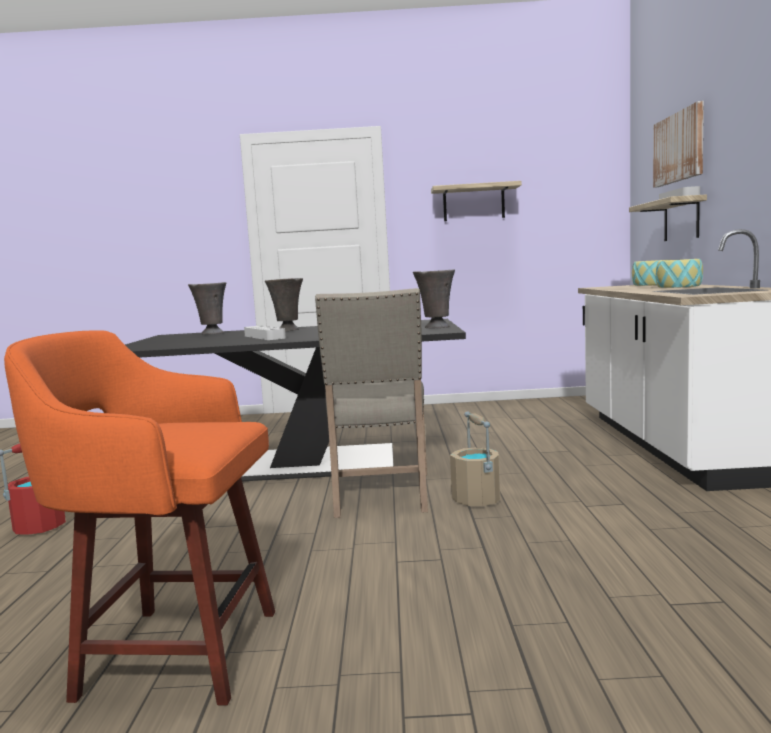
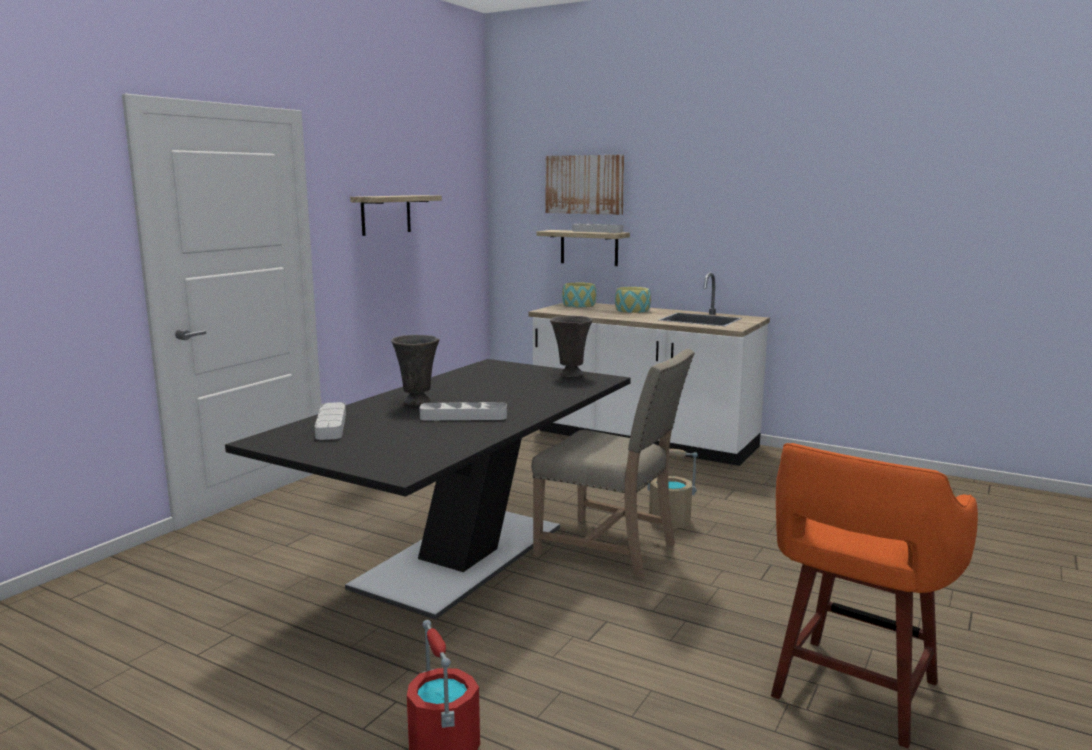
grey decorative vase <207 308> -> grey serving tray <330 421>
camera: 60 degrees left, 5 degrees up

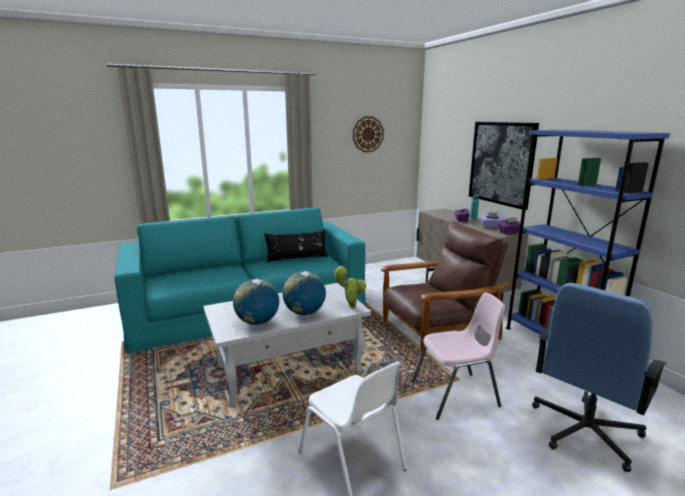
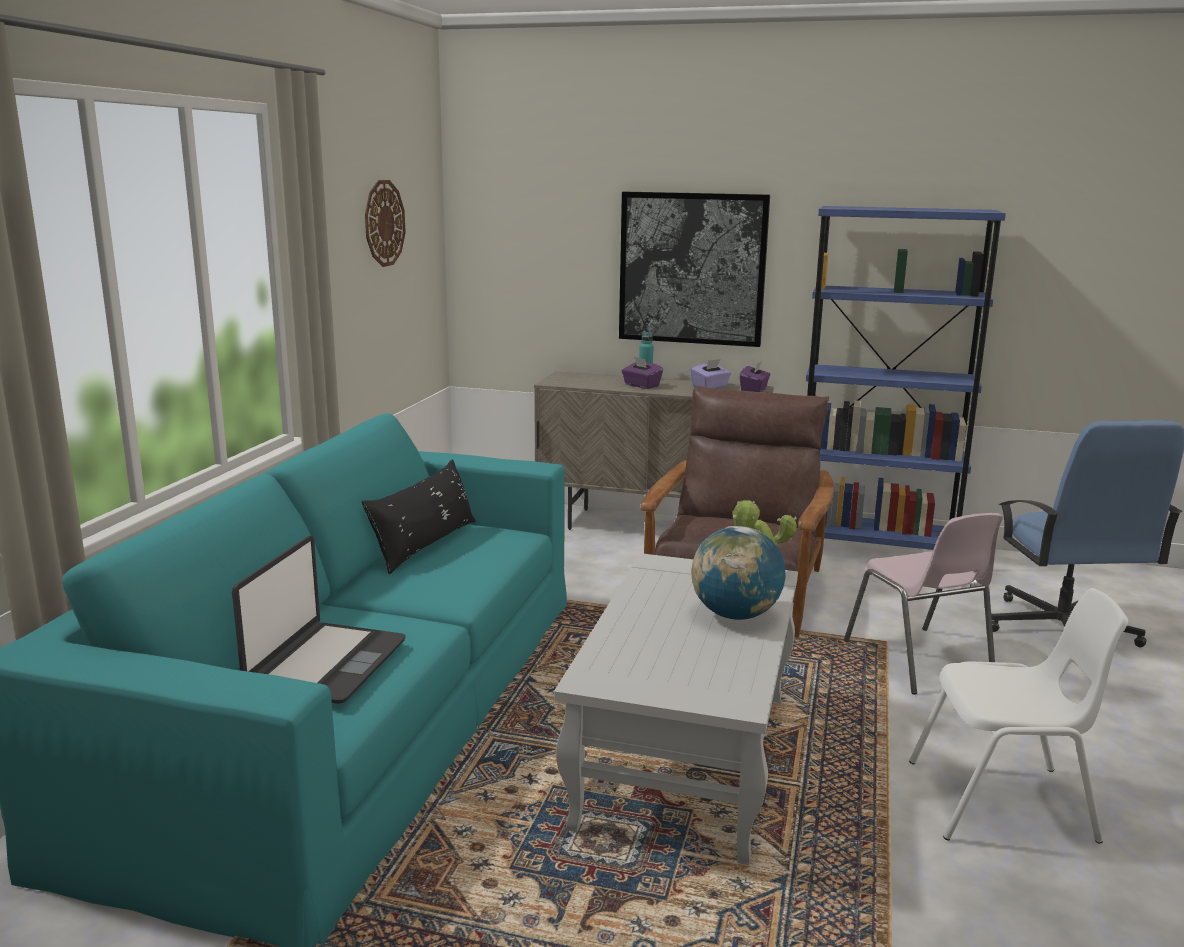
none -> portable computer <319 620>
pinkish upright chair <459 356> -> pinkish upright chair <923 603>, 135 degrees clockwise
globe <256 301> -> none
camera: 50 degrees left, 0 degrees up

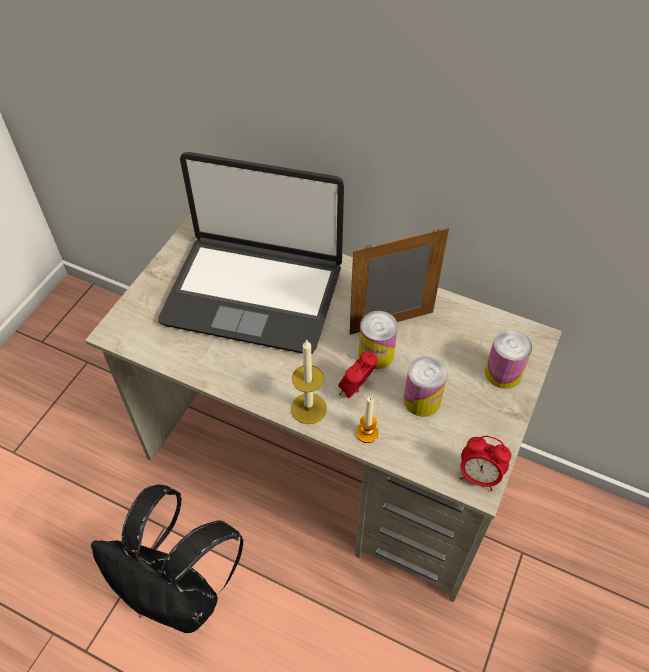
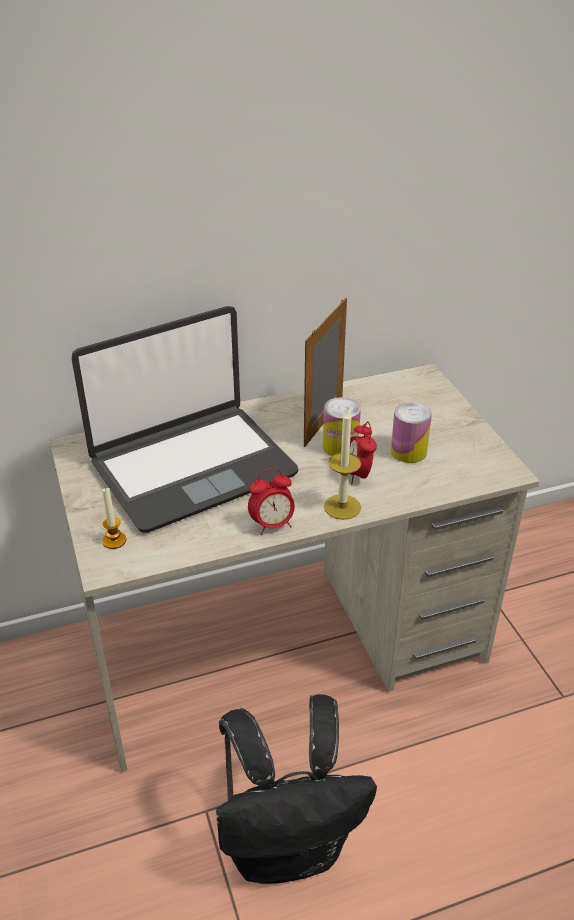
wax light <367 420> -> wax light <114 518>, relocated
alarm clock <485 463> -> alarm clock <271 501>, relocated
sealed can <508 359> -> none
camera: 45 degrees left, 15 degrees down

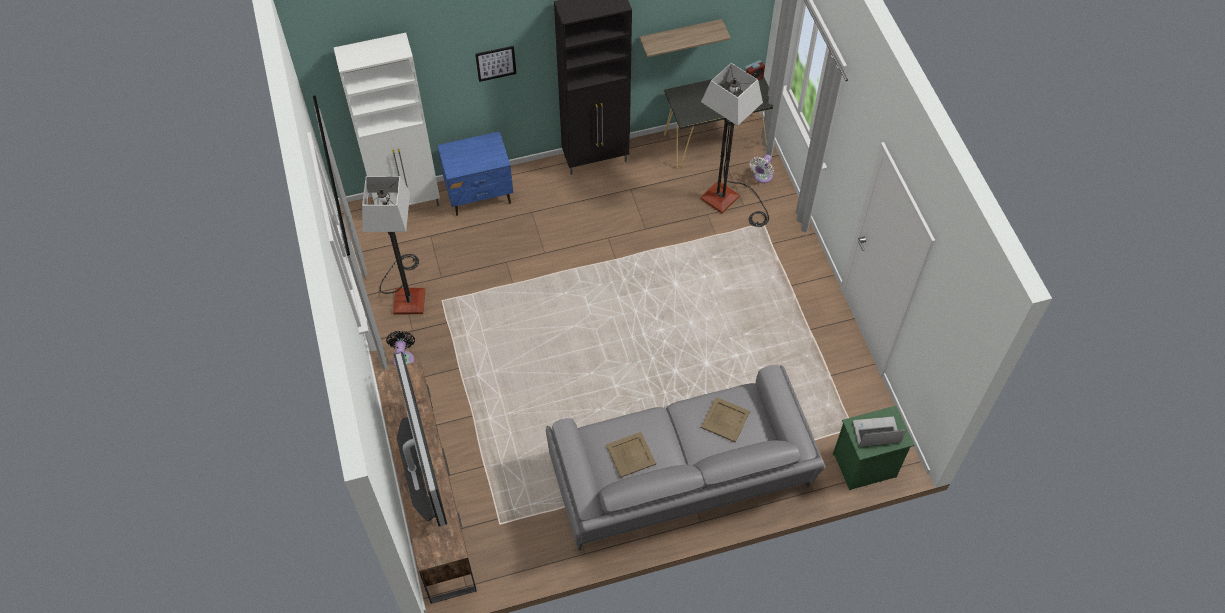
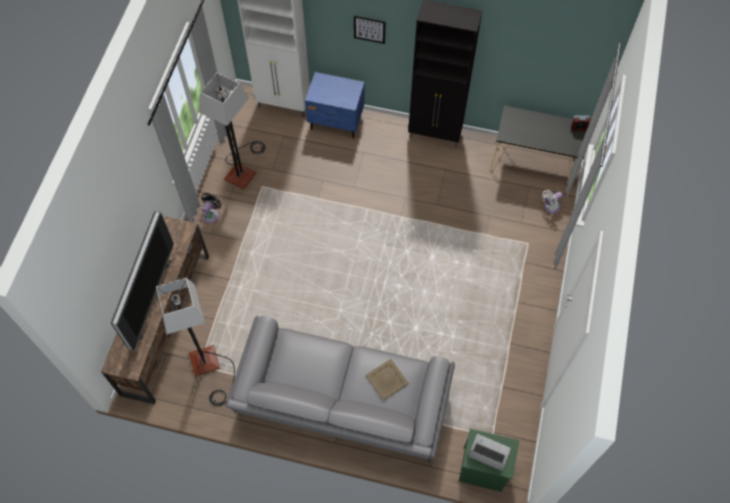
floor lamp <735 145> -> floor lamp <195 342>, relocated
beige-coloured serving tray <631 455> -> none
bracket shelf <685 38> -> none
camera: 30 degrees right, 5 degrees up

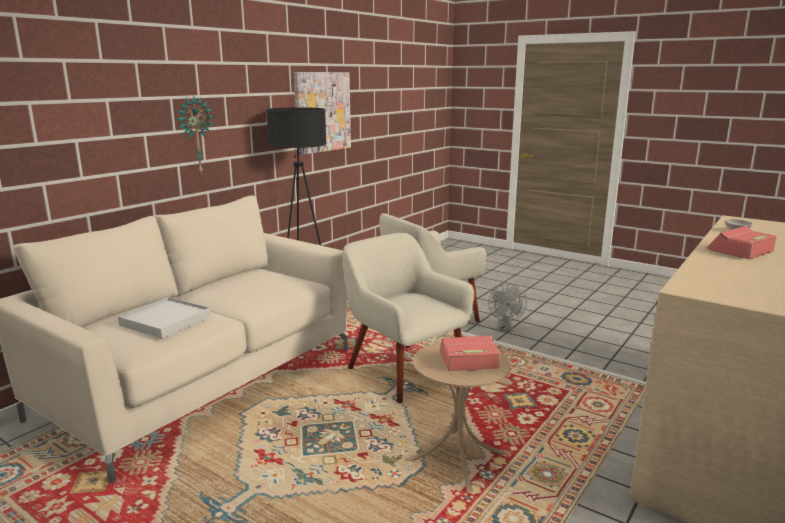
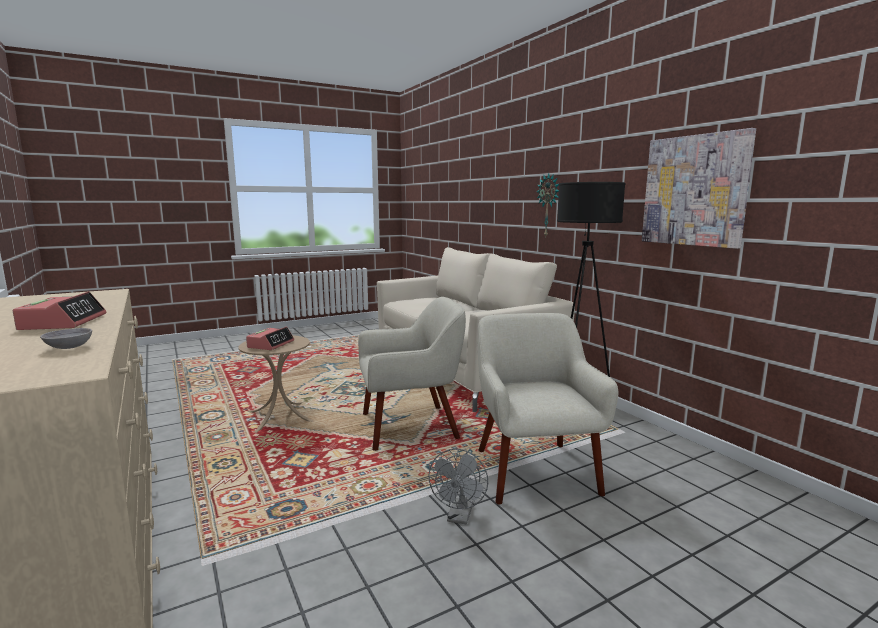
grey electric fan <507 307> -> grey electric fan <458 486>, 105 degrees counterclockwise
whitish serving tray <164 317> -> none
camera: 115 degrees right, 5 degrees down

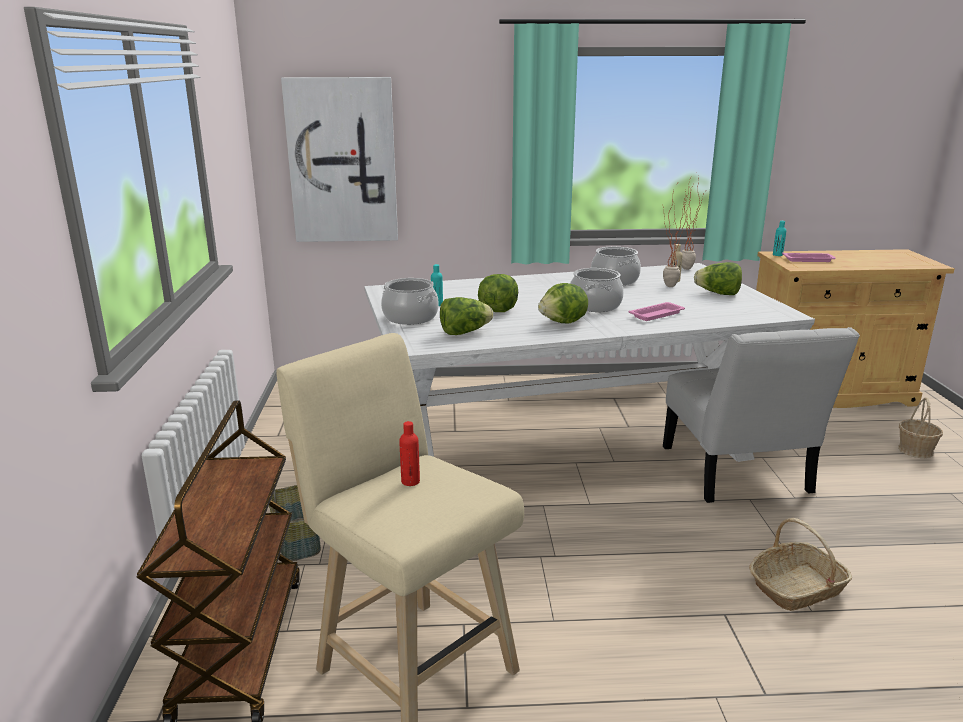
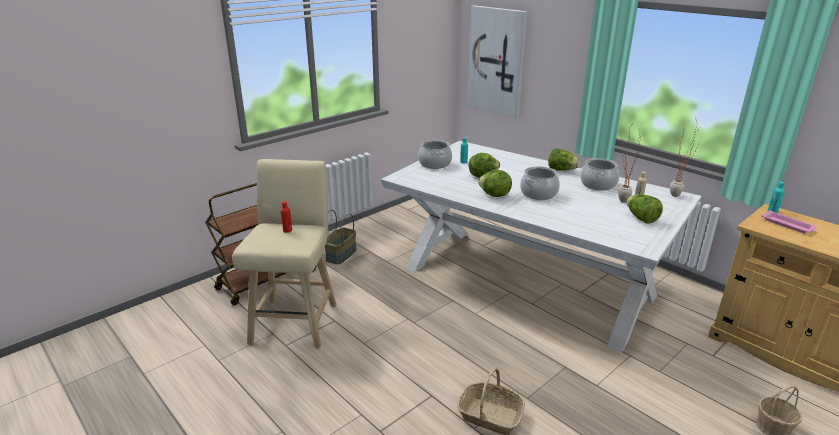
lettuce head <466 316> -> lettuce head <564 159>, relocated
pinkish serving tray <657 311> -> none
whitish upright chair <761 415> -> none
camera: 50 degrees right, 5 degrees up

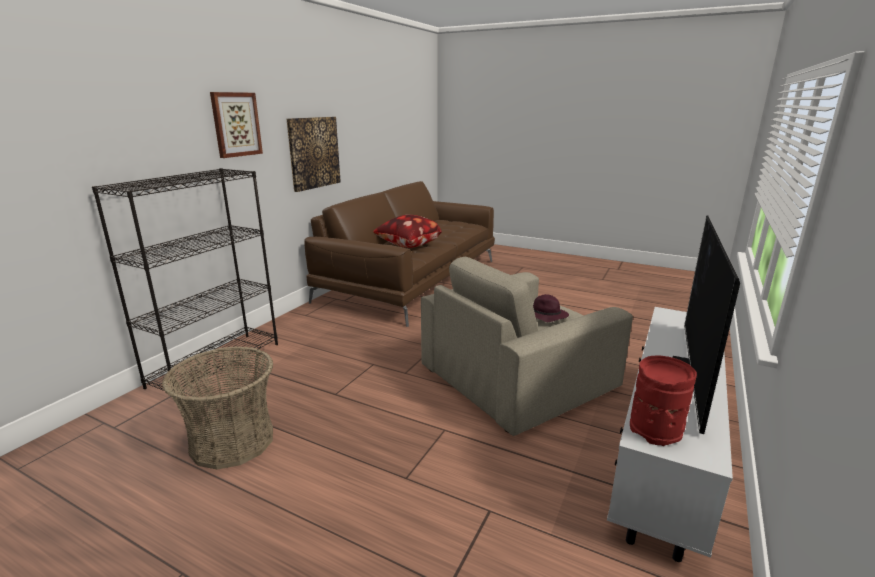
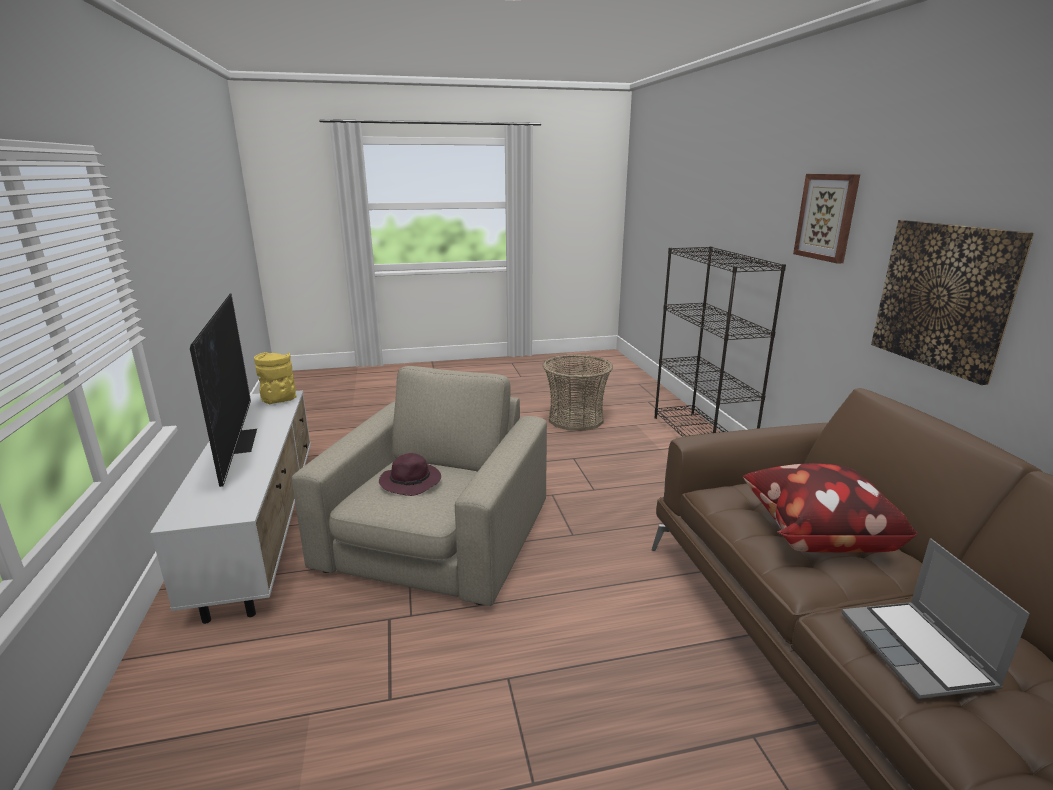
red-coloured decorative vase <663 400> -> yellow decorative vase <275 378>
none -> portable computer <936 618>
camera: 140 degrees right, 0 degrees up

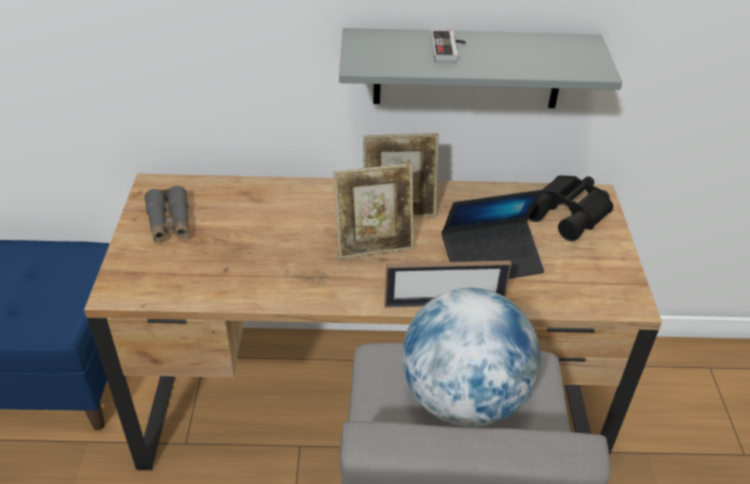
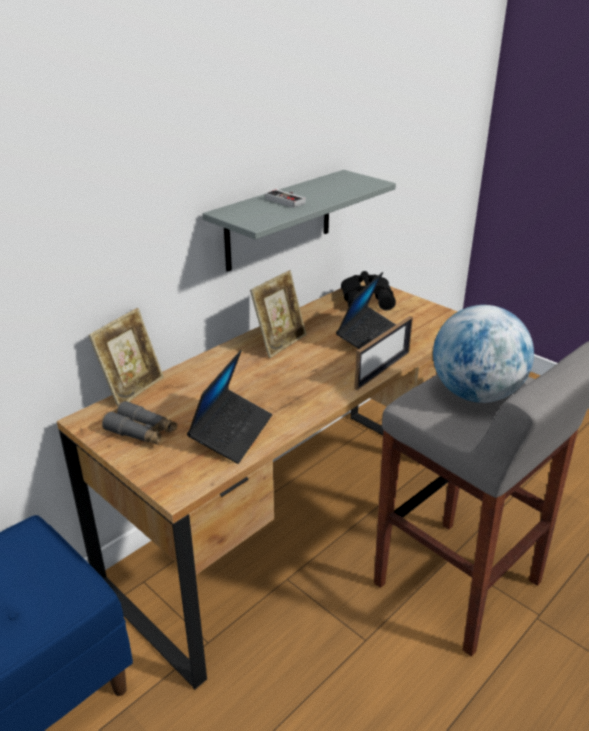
standing frame <374 211> -> standing frame <126 357>, relocated
none -> portable computer <229 407>
camera: 45 degrees left, 10 degrees down

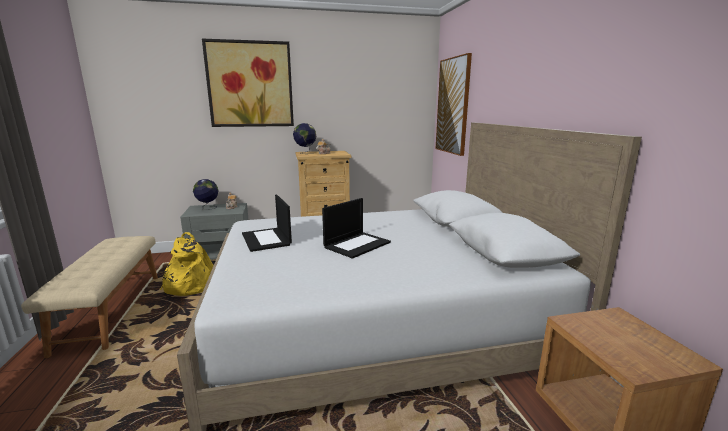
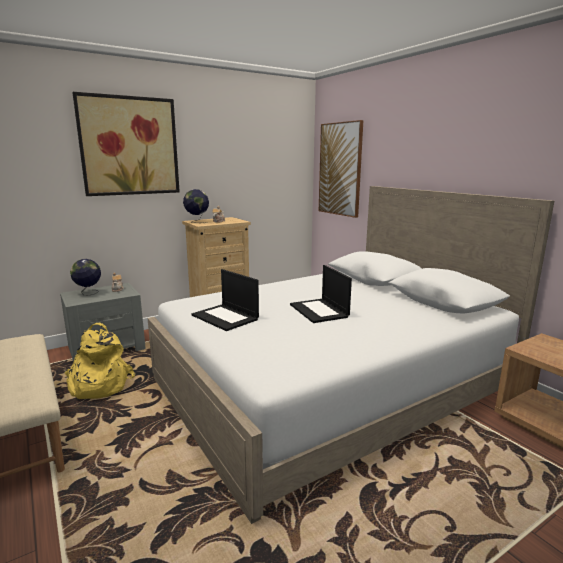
portable computer <356 228> -> portable computer <321 294>, 135 degrees clockwise
camera: 20 degrees left, 0 degrees up

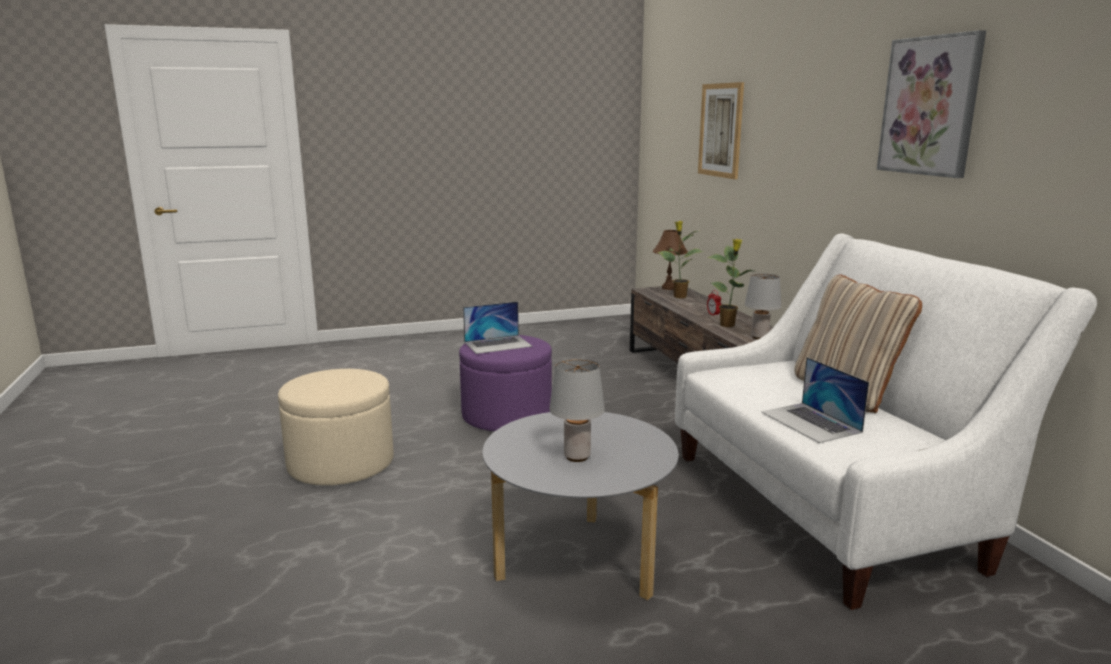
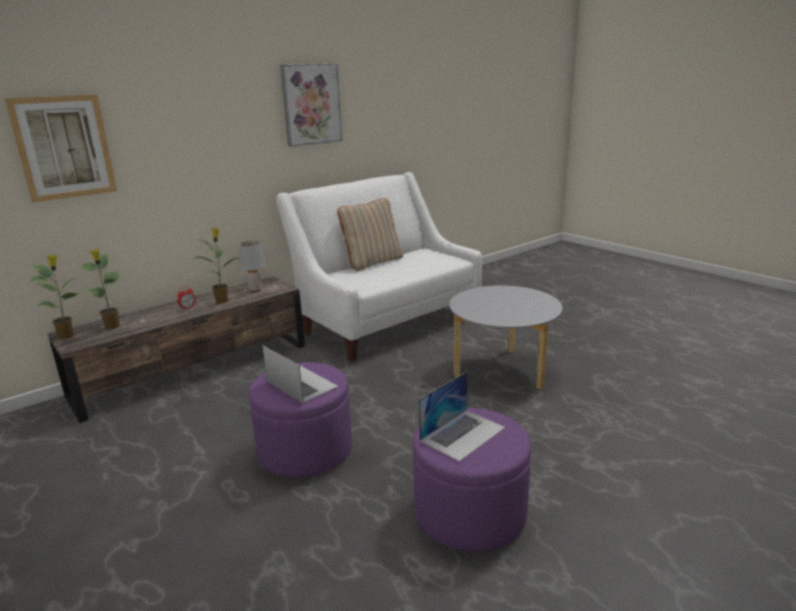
brown tabletop lamp <670 260> -> houseplant <53 297>
beige-coloured pouffe <336 427> -> purple-coloured pouffe <472 480>
portable computer <815 400> -> portable computer <462 417>, relocated
grey tabletop lamp <577 410> -> none
camera: 110 degrees left, 5 degrees up

